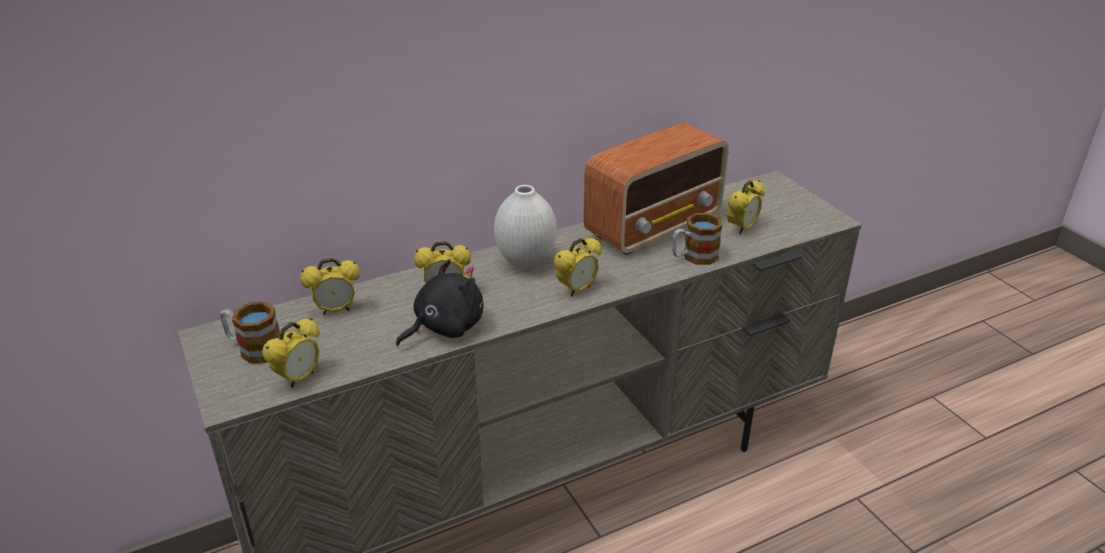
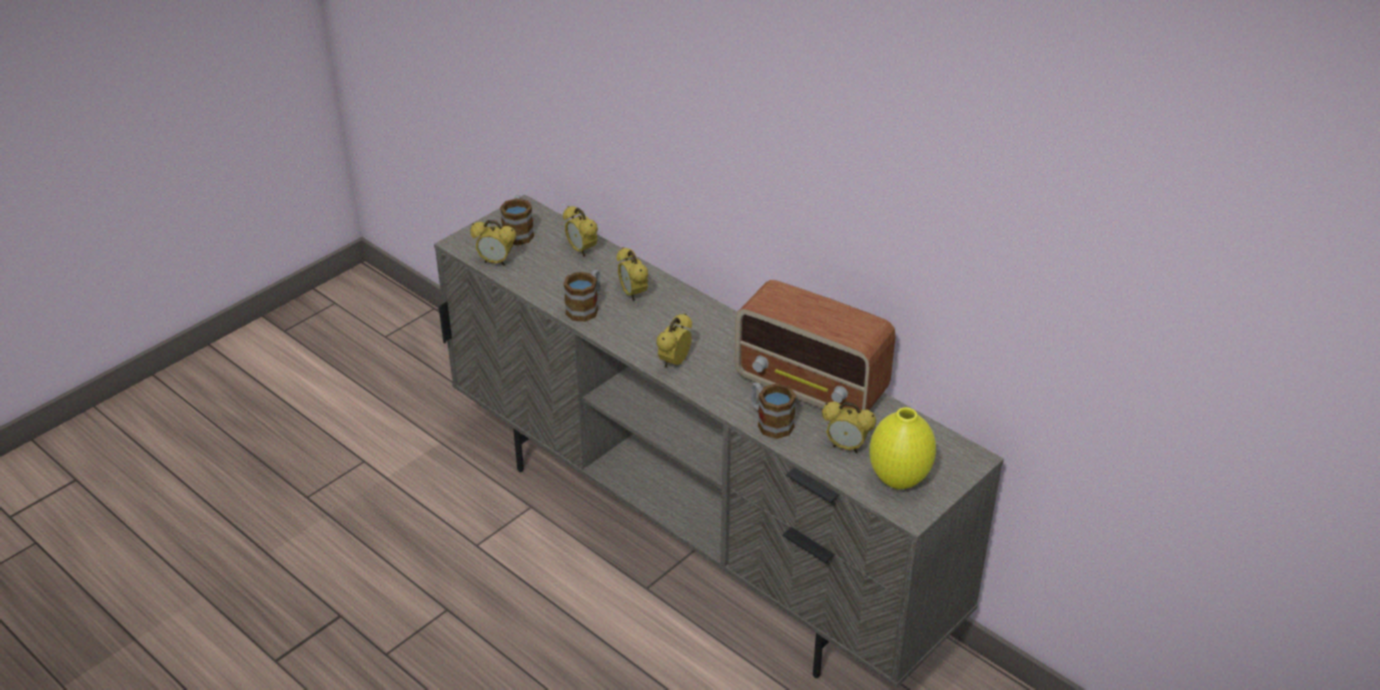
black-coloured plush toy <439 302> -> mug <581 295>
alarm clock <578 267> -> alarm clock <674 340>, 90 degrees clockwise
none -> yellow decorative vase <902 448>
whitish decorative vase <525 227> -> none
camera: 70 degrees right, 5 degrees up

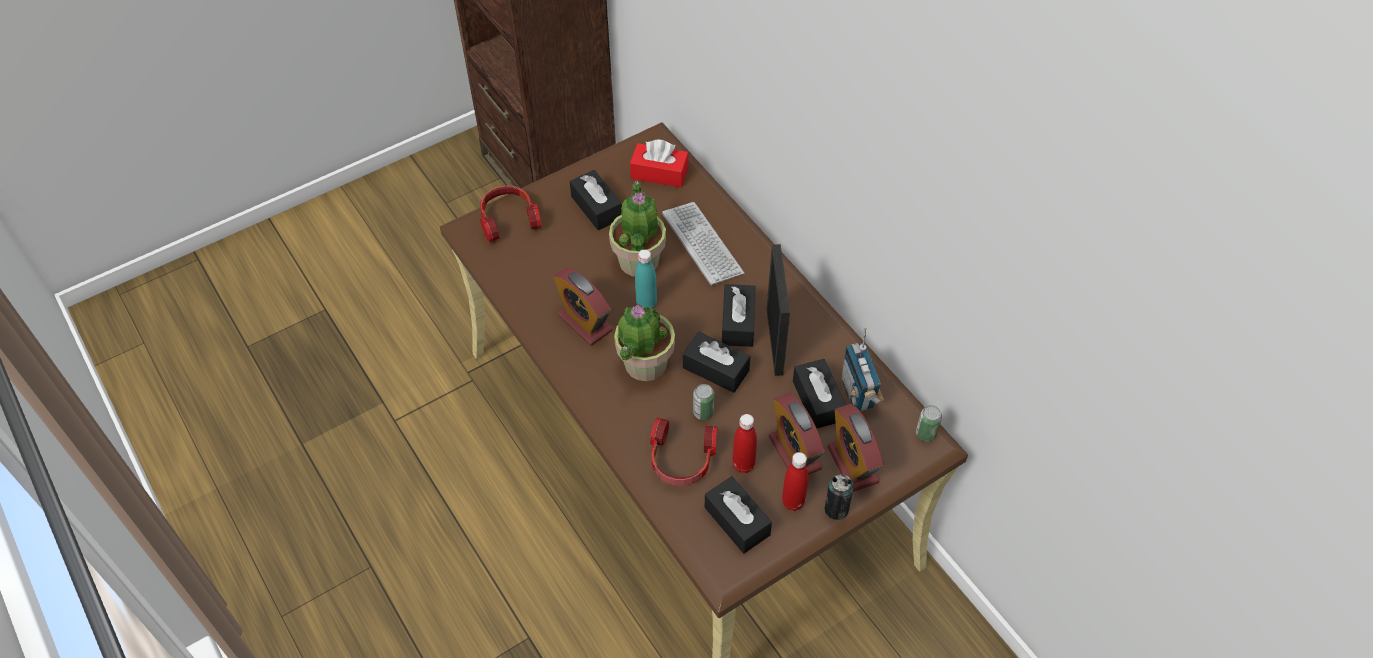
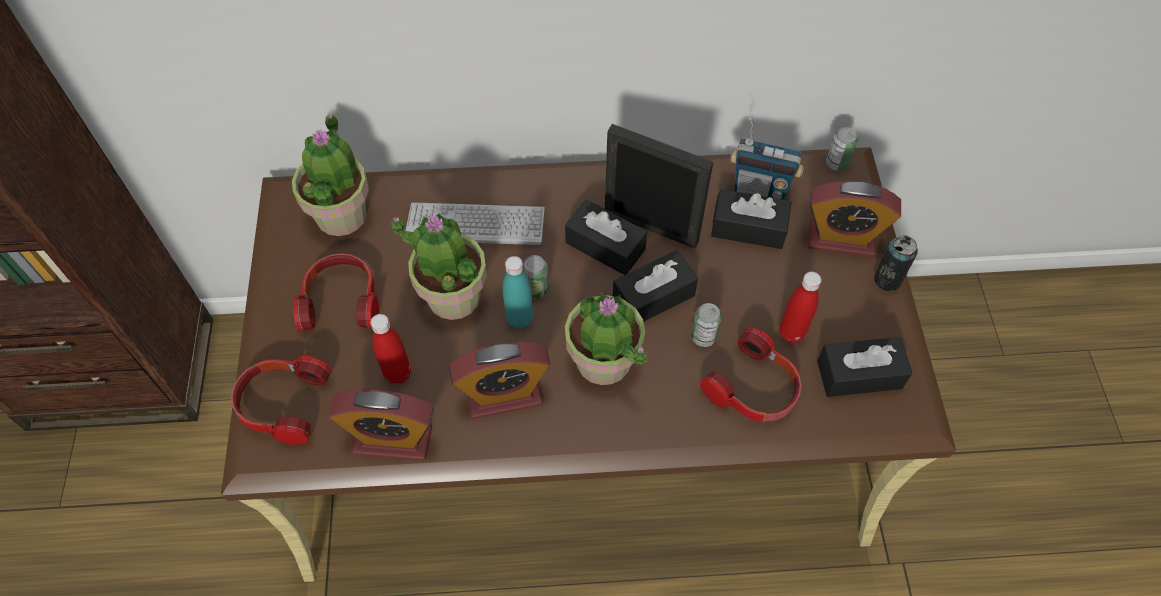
red-coloured tissue box <659 163> -> houseplant <330 175>
black-coloured tissue box <596 200> -> pair of headphones <336 292>
alarm clock <797 434> -> alarm clock <381 425>, relocated
red-coloured drink bottle <795 481> -> red-coloured drink bottle <390 349>, relocated
none -> sealed can <536 277>
camera: 60 degrees left, 5 degrees up

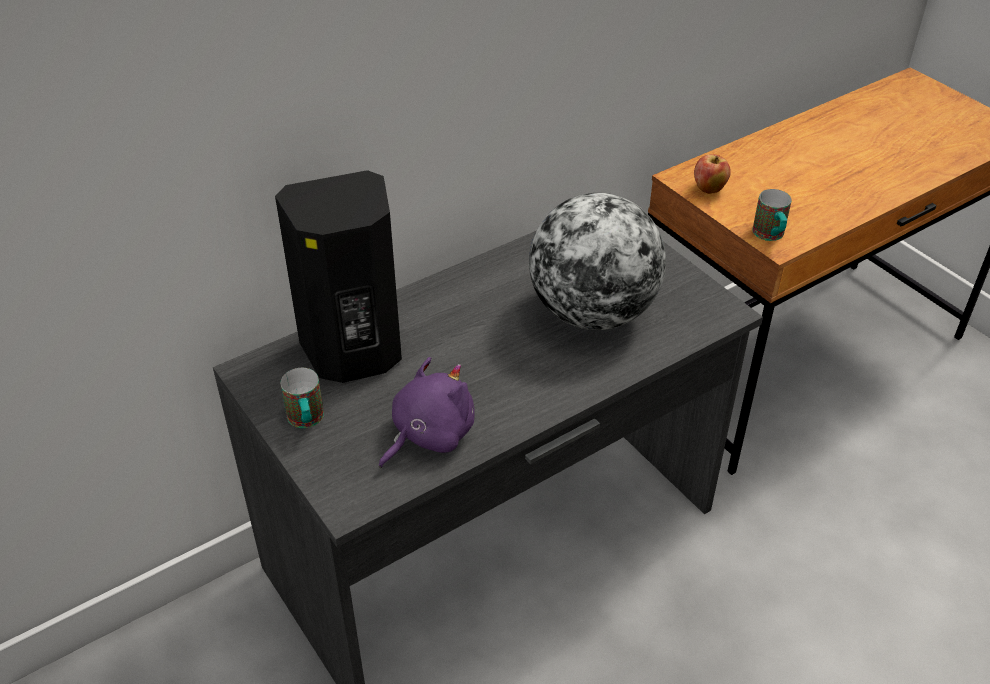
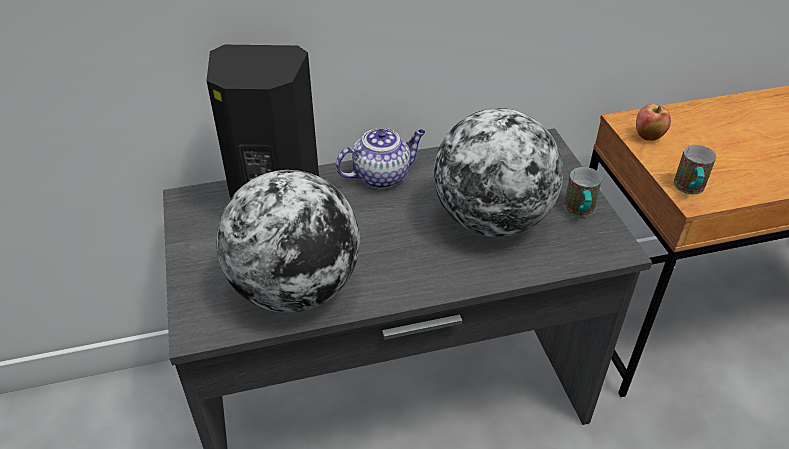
purple-coloured plush toy <427 412> -> globe <288 241>
none -> tea pot <380 158>
mug <302 398> -> mug <583 192>, relocated
camera: 20 degrees right, 0 degrees up

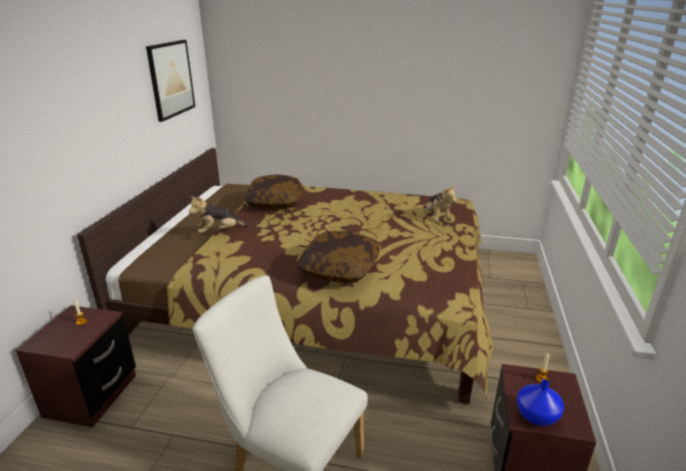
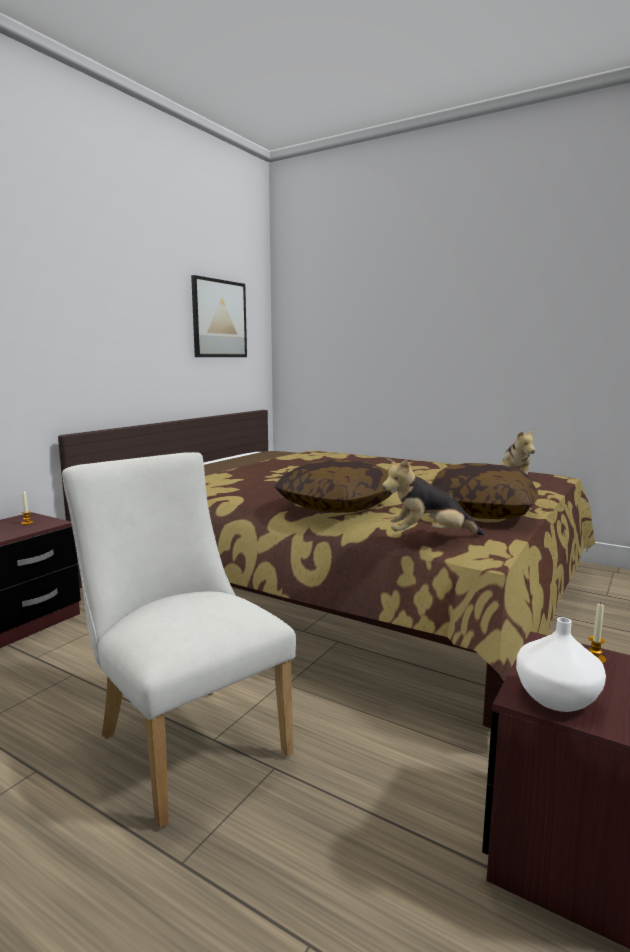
plush toy <219 214> -> plush toy <433 496>, relocated
pillow <274 192> -> pillow <484 491>, relocated
blue decorative vase <540 402> -> whitish decorative vase <561 664>
camera: 20 degrees right, 15 degrees down

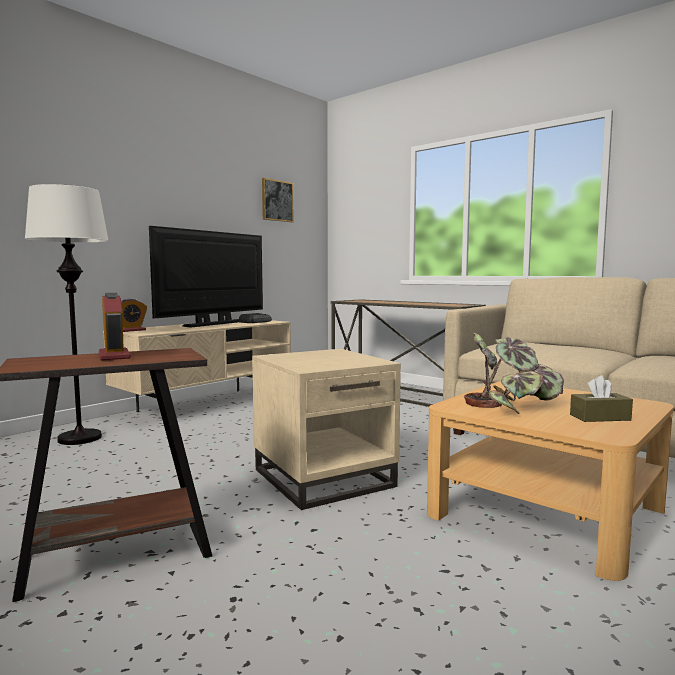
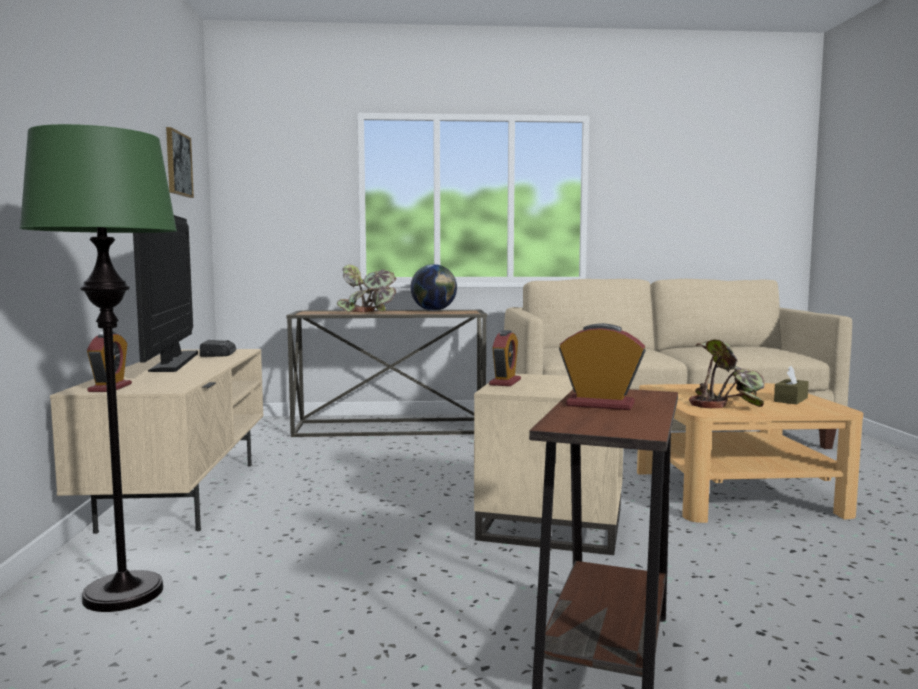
whitish floor lamp <66 314> -> green-coloured floor lamp <98 368>
none -> houseplant <366 288>
none -> globe <433 287>
none -> alarm clock <505 358>
camera: 45 degrees left, 0 degrees up

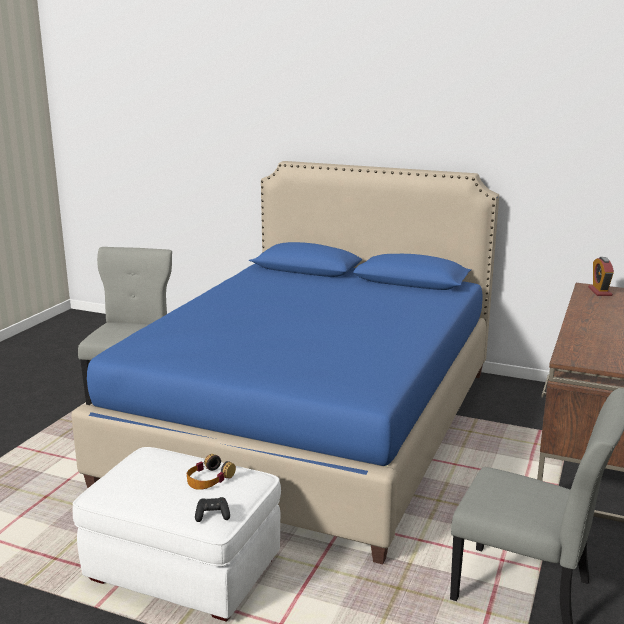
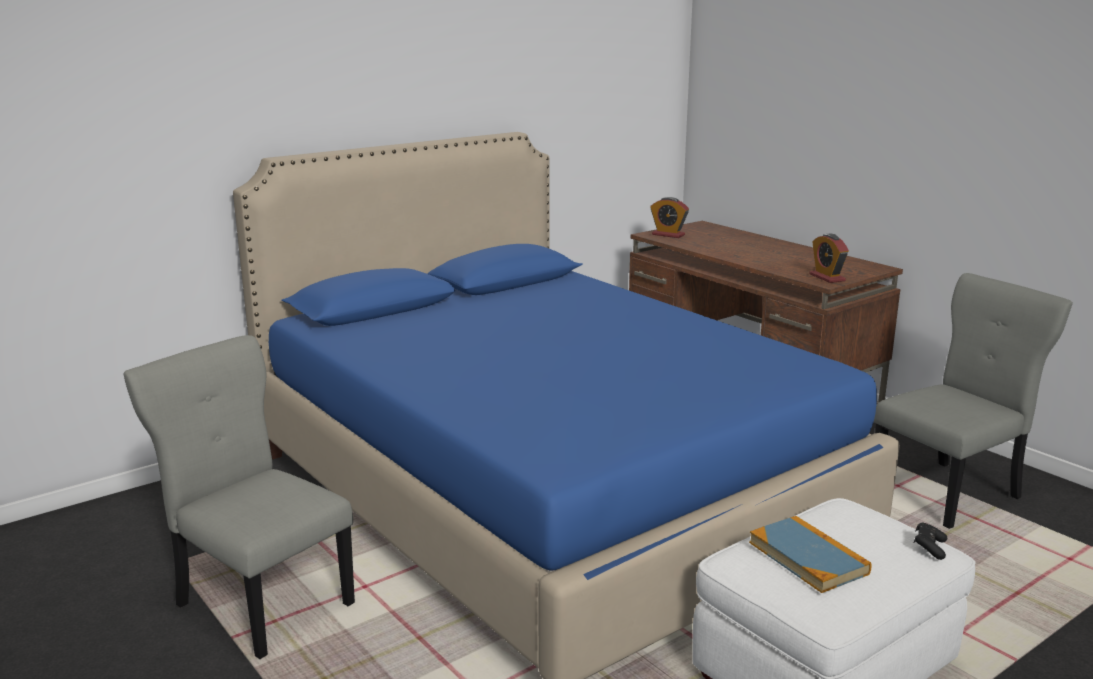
none -> book <810 554>
none -> alarm clock <829 258>
pair of headphones <211 472> -> none
camera: 60 degrees left, 0 degrees up

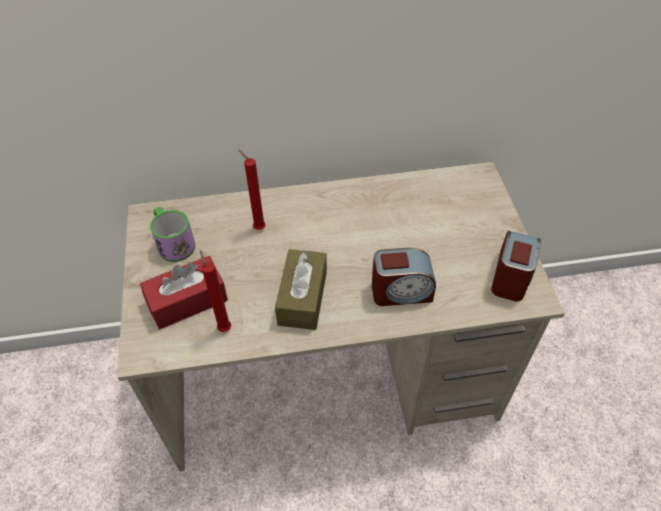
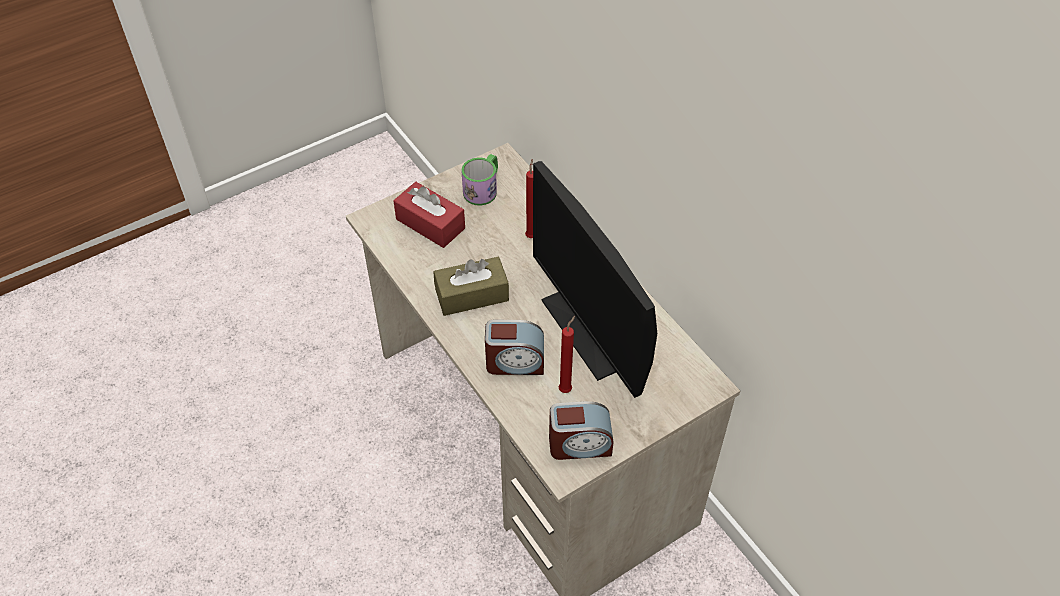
alarm clock <404 277> -> alarm clock <514 347>, 60 degrees counterclockwise
none -> monitor <595 279>
red-coloured wax light <215 291> -> red-coloured wax light <566 354>, relocated
camera: 65 degrees right, 0 degrees up

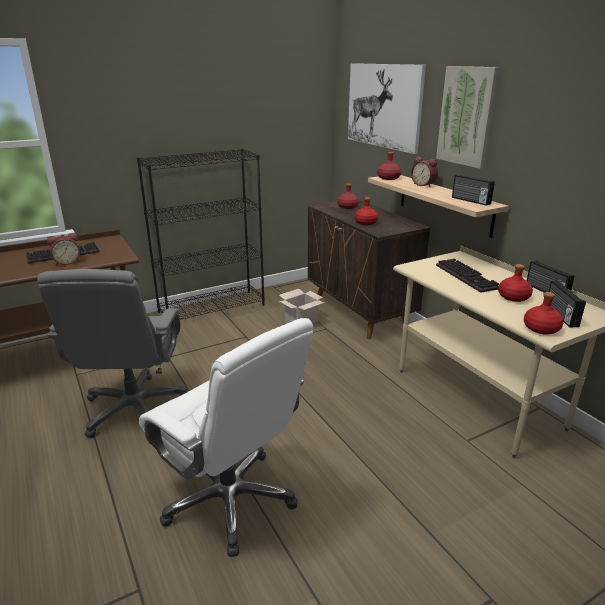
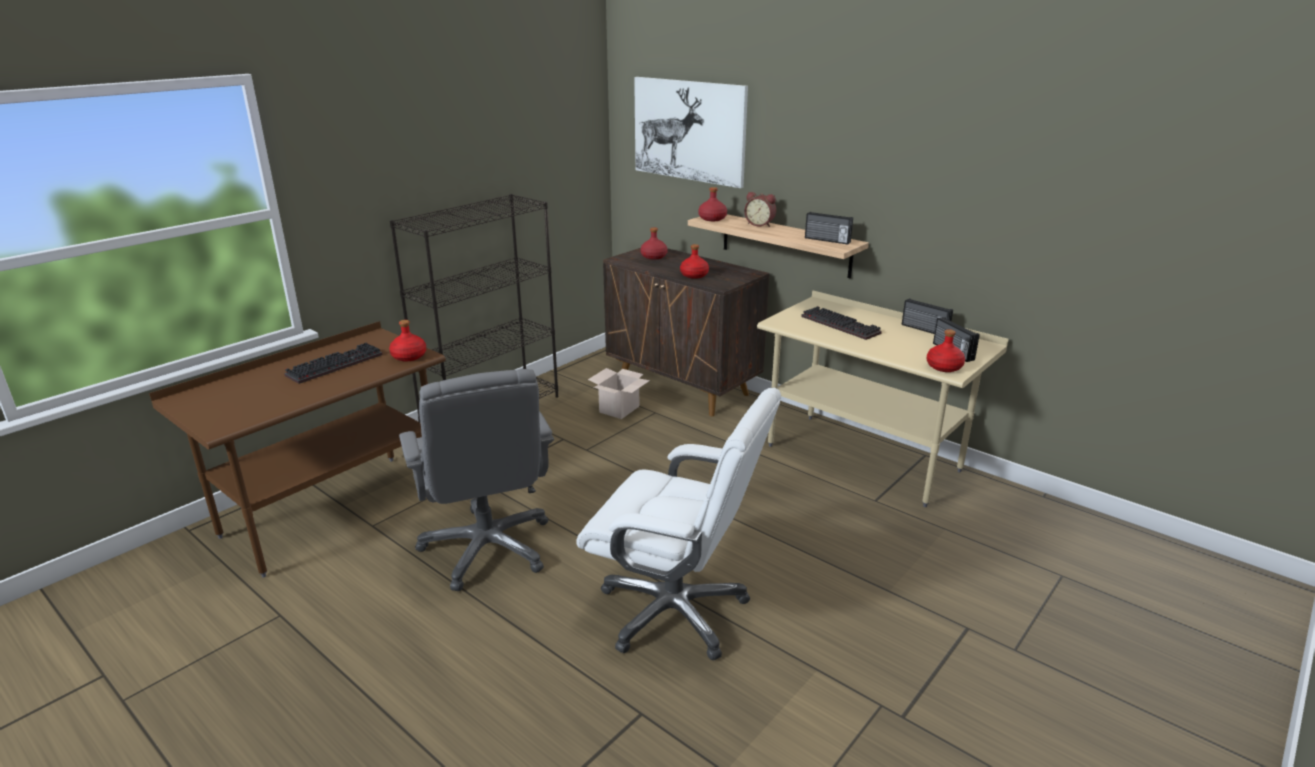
red-coloured drink bottle <515 283> -> red-coloured drink bottle <407 340>, relocated
alarm clock <63 249> -> none
wall picture <467 117> -> none
camera: 20 degrees left, 0 degrees up

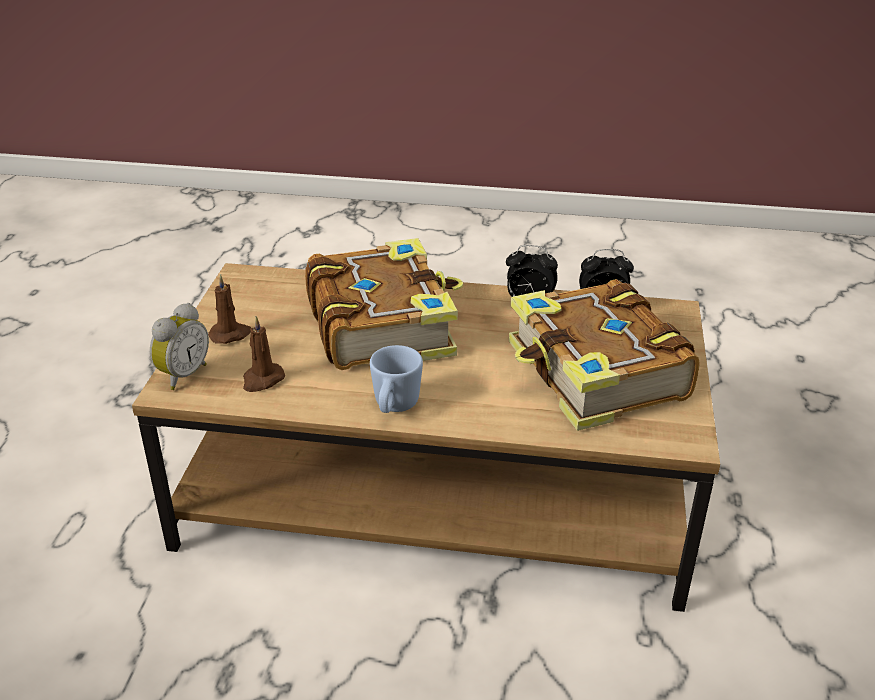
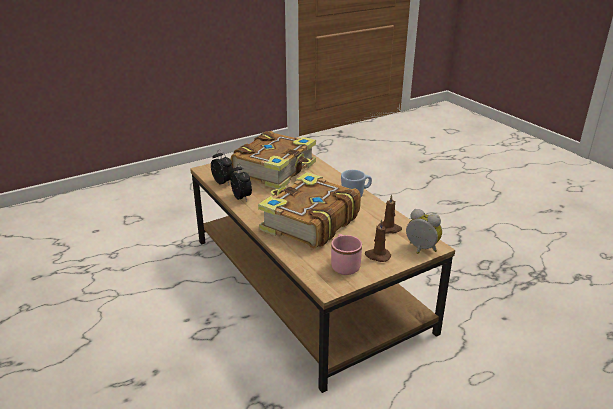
none -> pinkish mug <346 254>
alarm clock <179 346> -> alarm clock <424 231>, 45 degrees clockwise
camera: 130 degrees left, 5 degrees down

